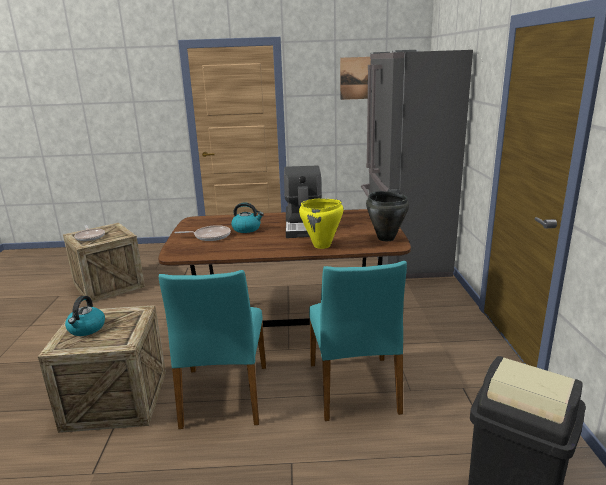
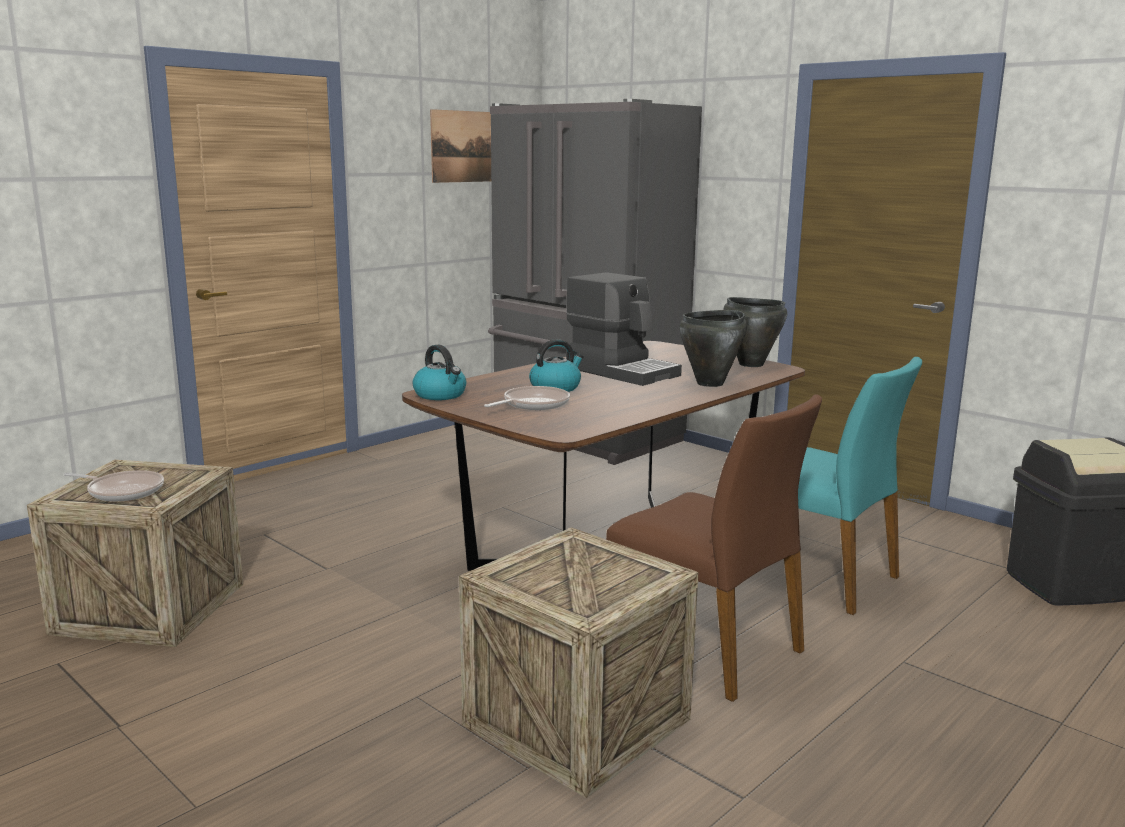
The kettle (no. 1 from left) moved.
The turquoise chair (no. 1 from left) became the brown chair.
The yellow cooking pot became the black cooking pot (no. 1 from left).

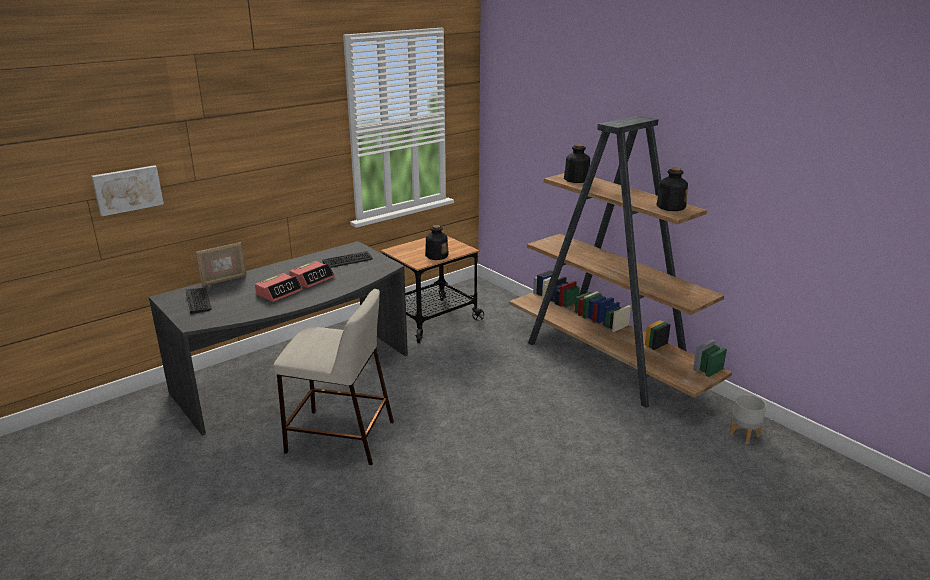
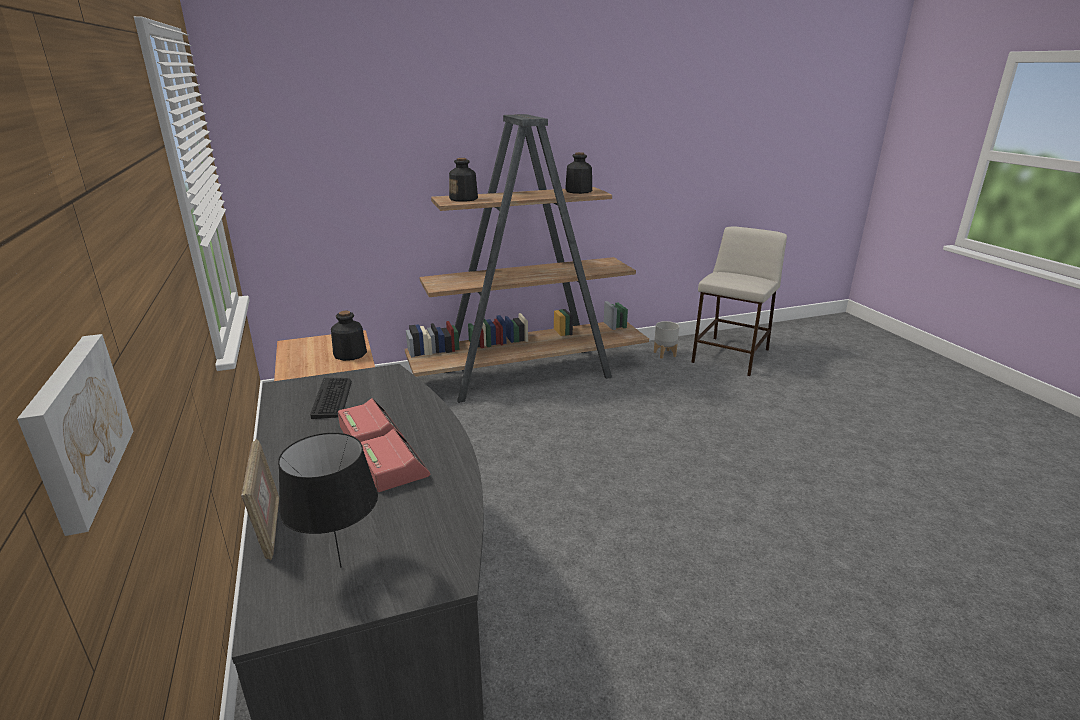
The beige stool moved.
The keyboard (no. 1 from left) was replaced by the black table lamp.

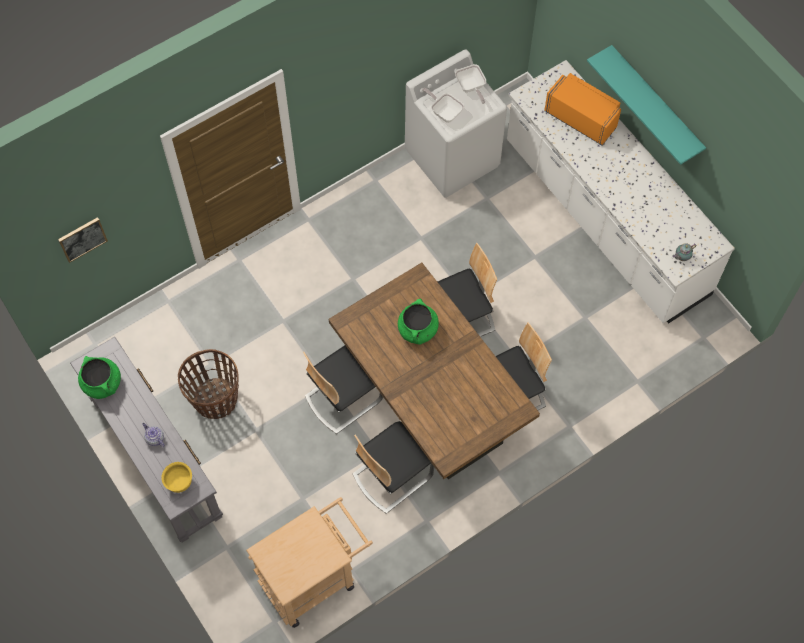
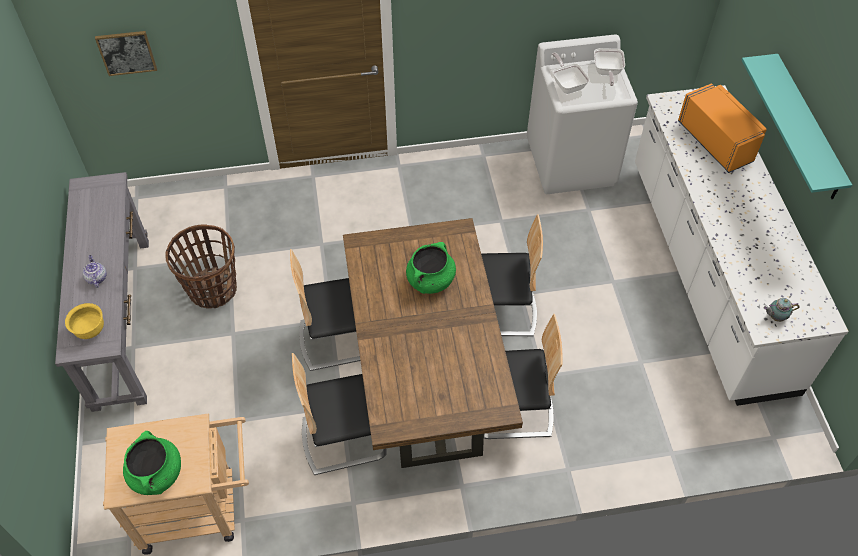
The green cooking pot (no. 1 from left) moved.

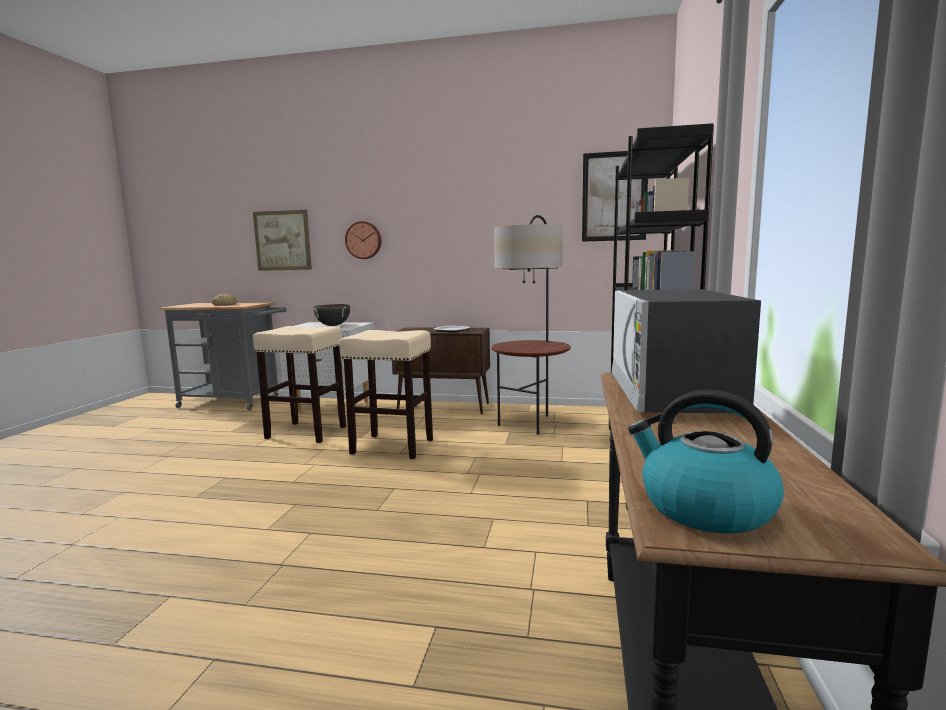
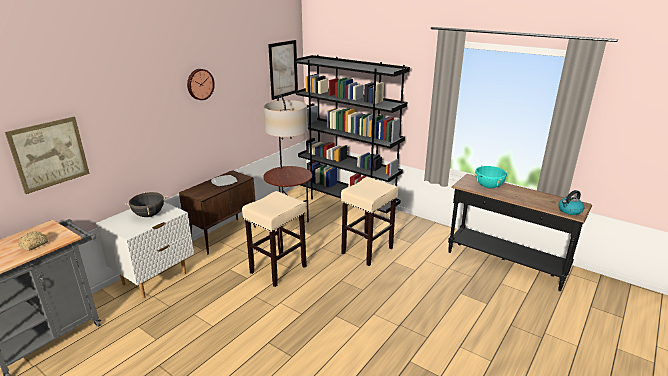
The beige stool (no. 1 from left in the first image) moved.
The wall clock moved.
The microwave was replaced by the turquoise cooking pot.

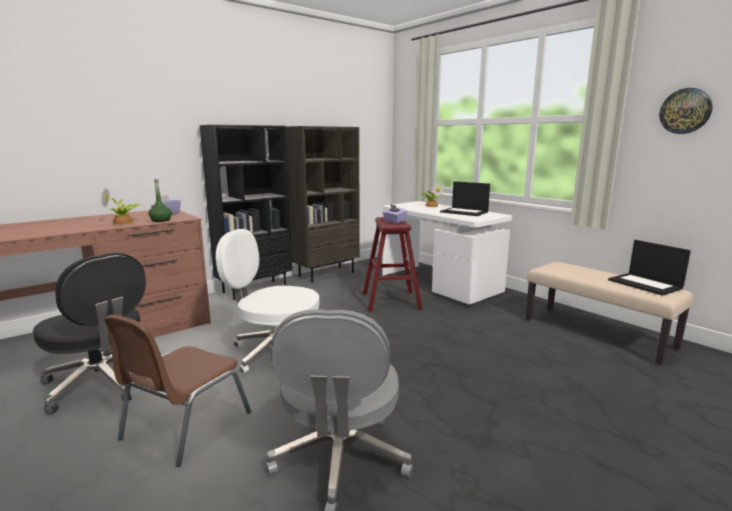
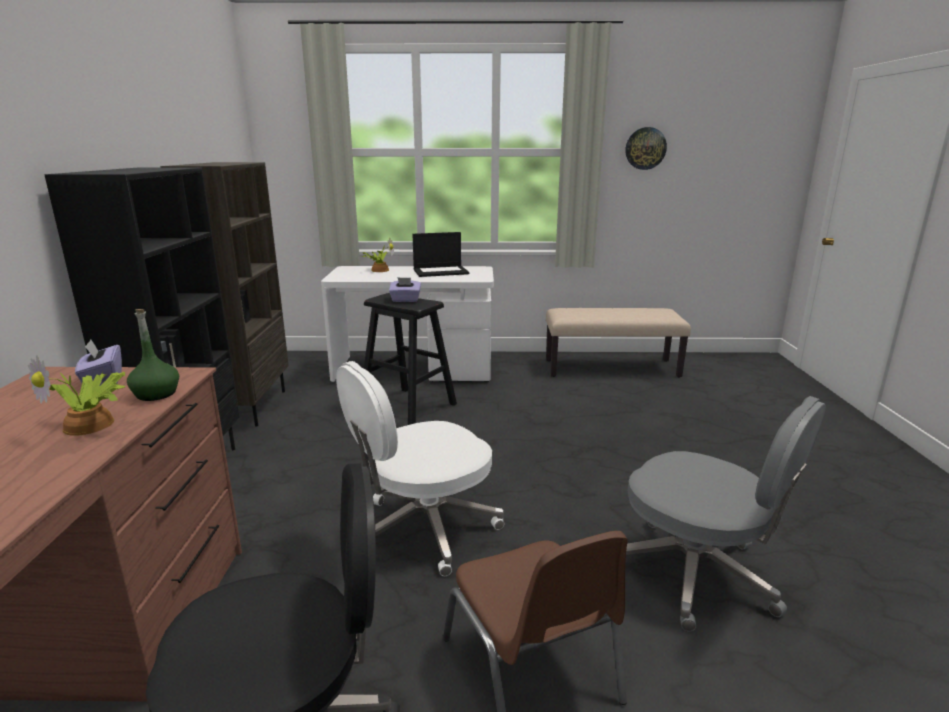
The laptop (no. 2 from left) disappeared.
The red stool became the black stool.

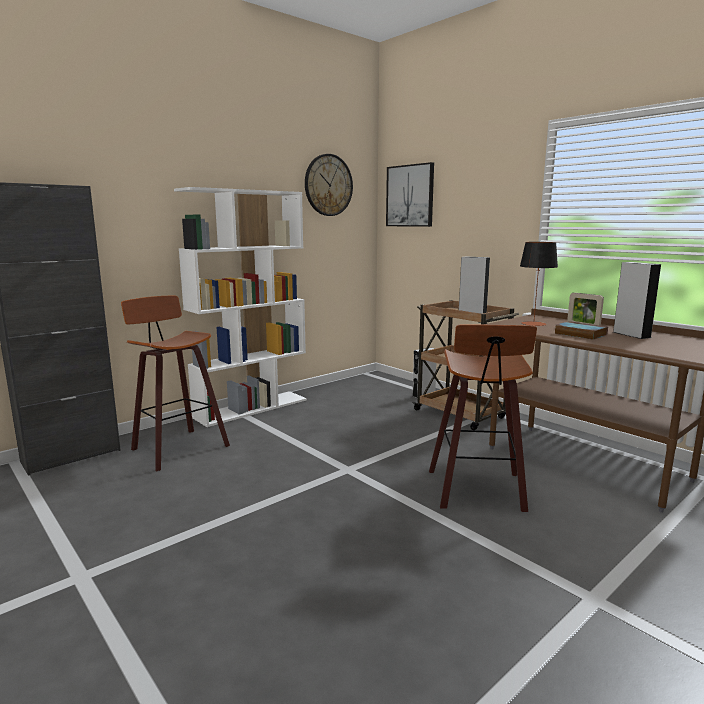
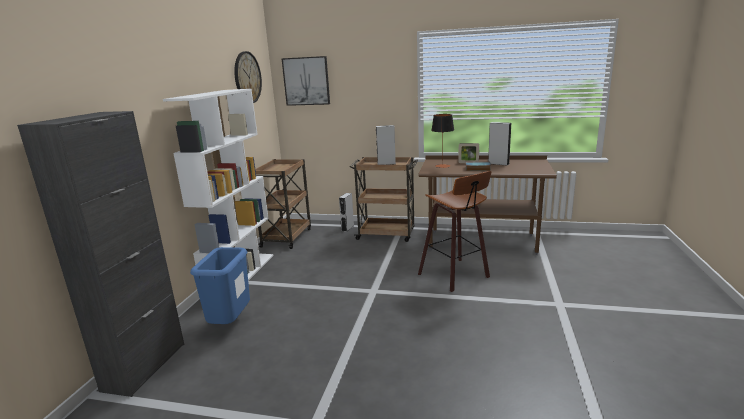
The brown cart (no. 1 from left) appeared.
The stool (no. 1 from left) was replaced by the blue trash can.

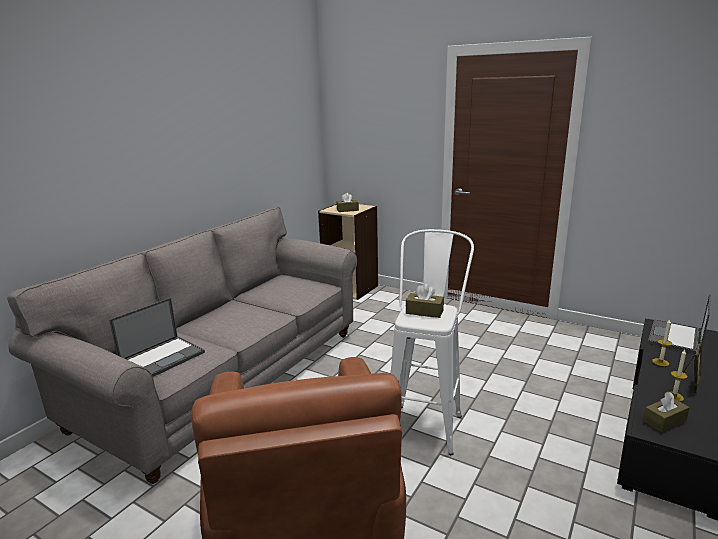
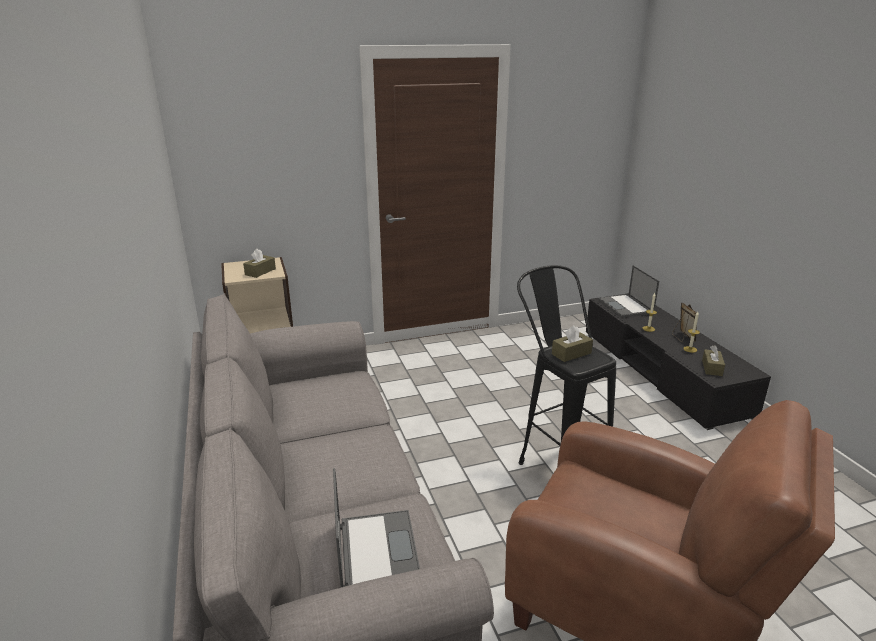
The white stool became the black stool.

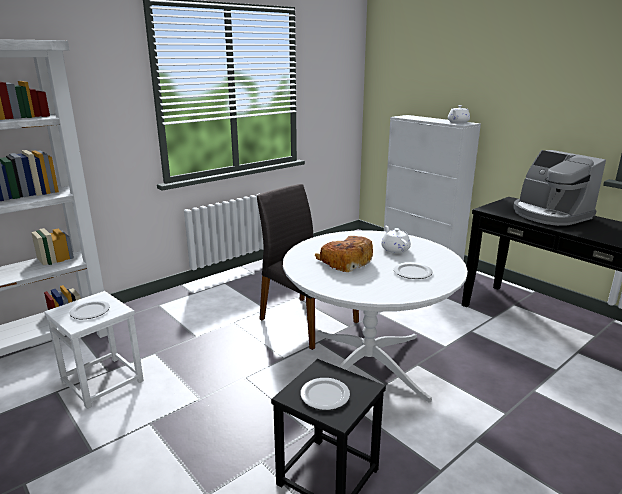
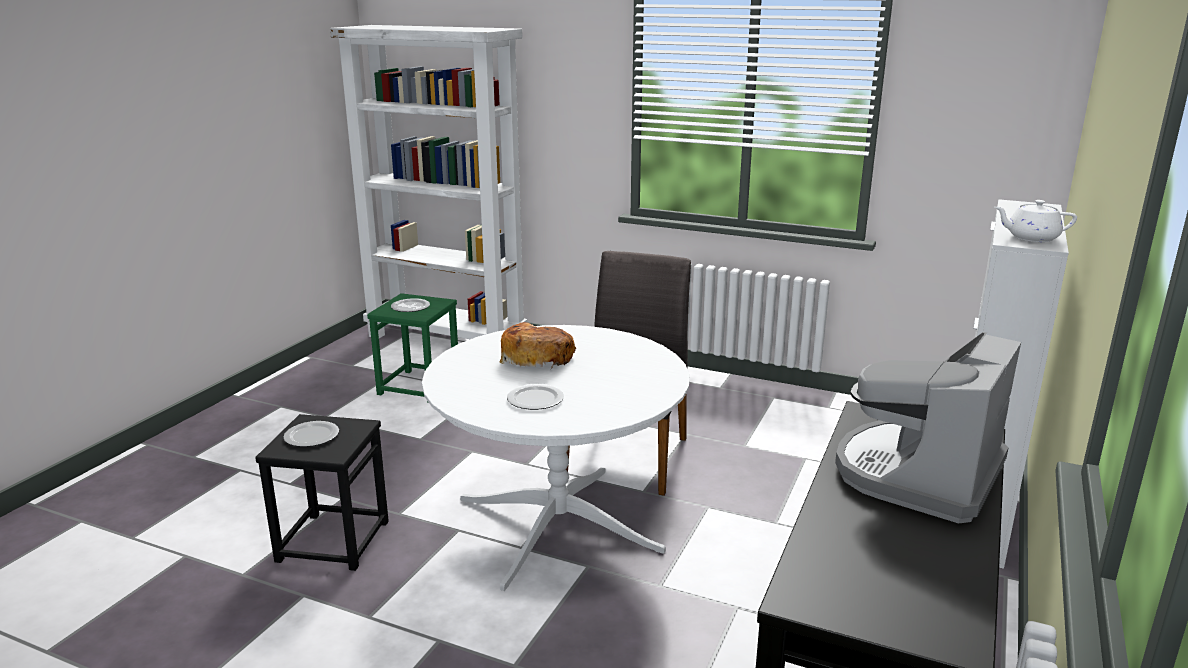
The white teapot (no. 1 from left) disappeared.
The white stool became the green stool.

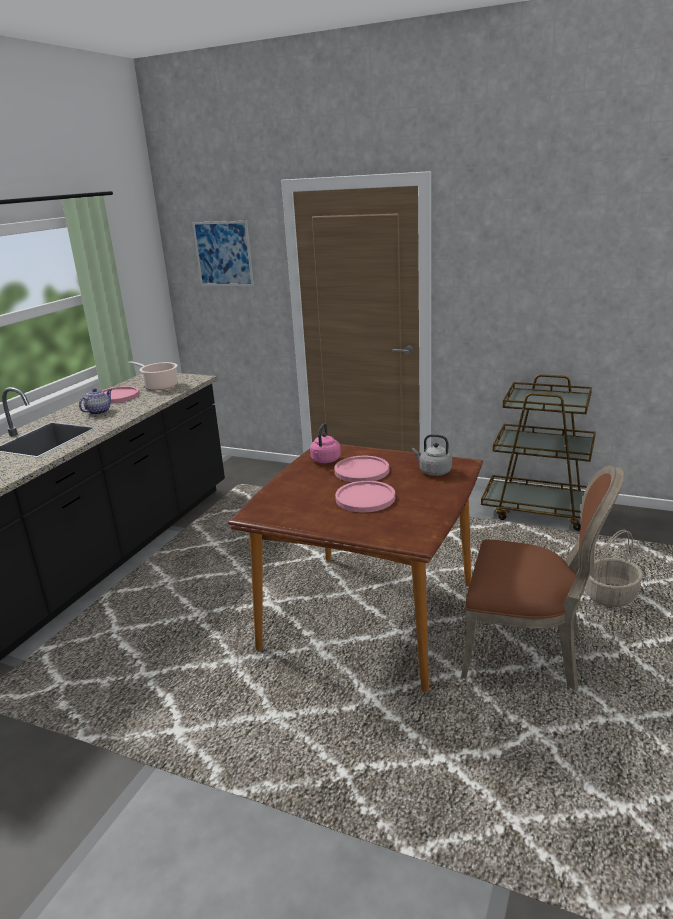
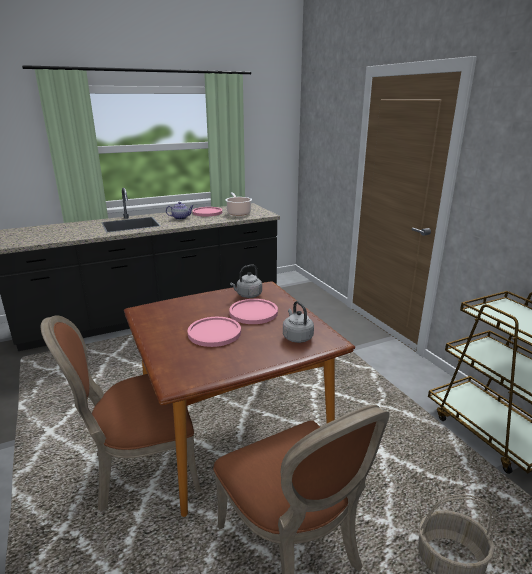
The picture disappeared.
The brown chair (no. 1 from left) appeared.
The pink kettle became the grey kettle (no. 1 from left).

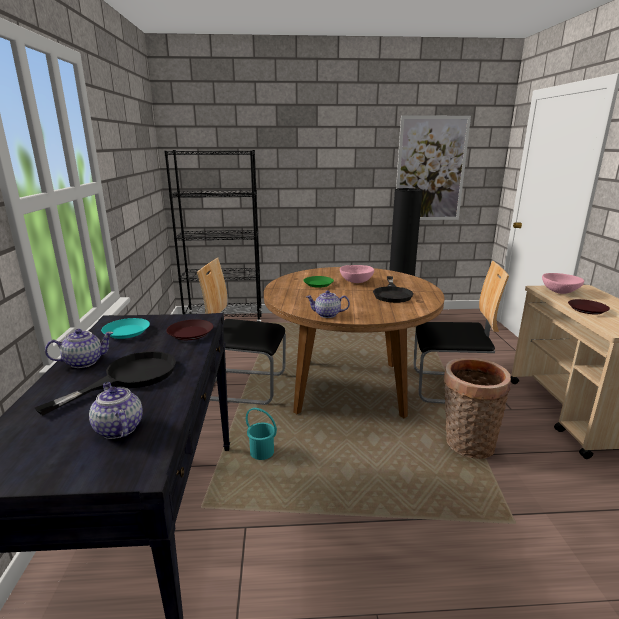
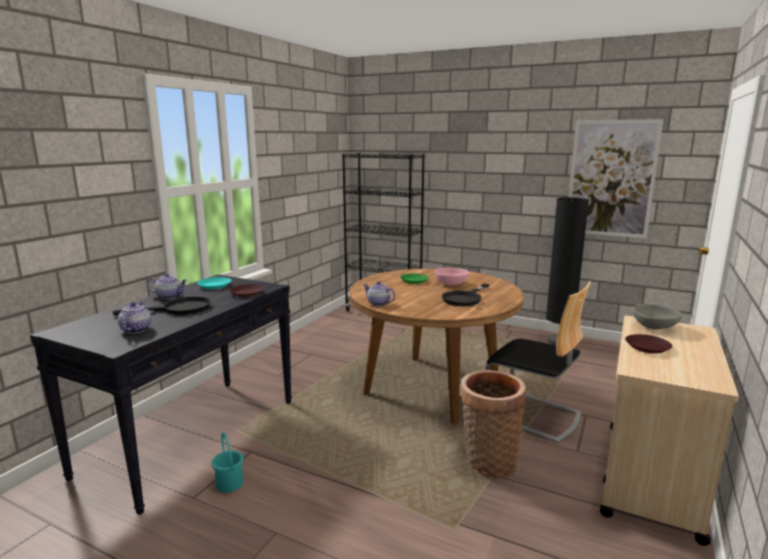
The chair (no. 1 from left) disappeared.
The turquoise bucket moved.
The pink bowl (no. 2 from left) became the grey bowl.

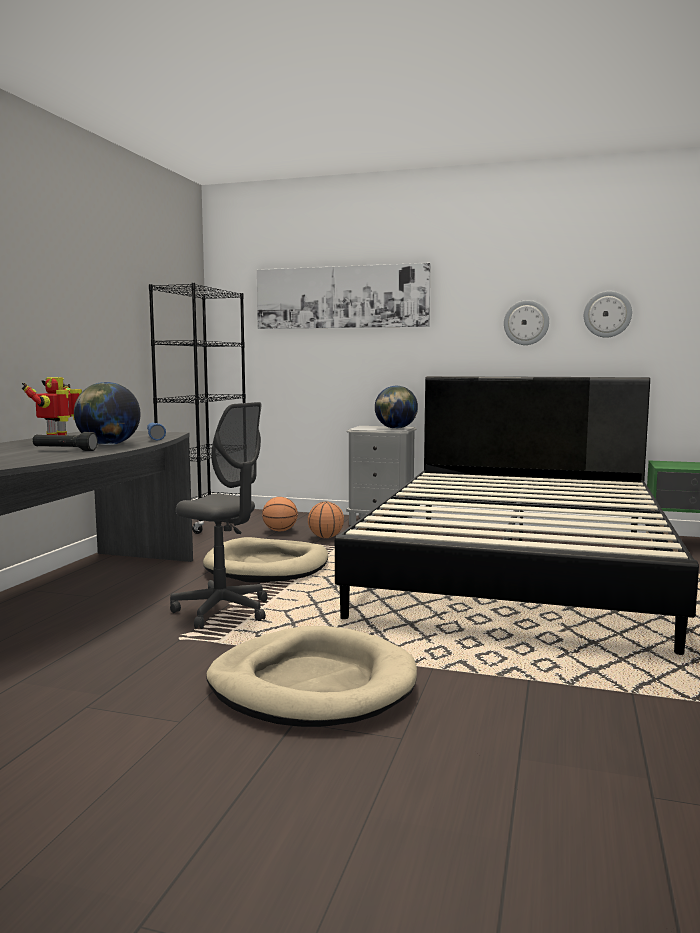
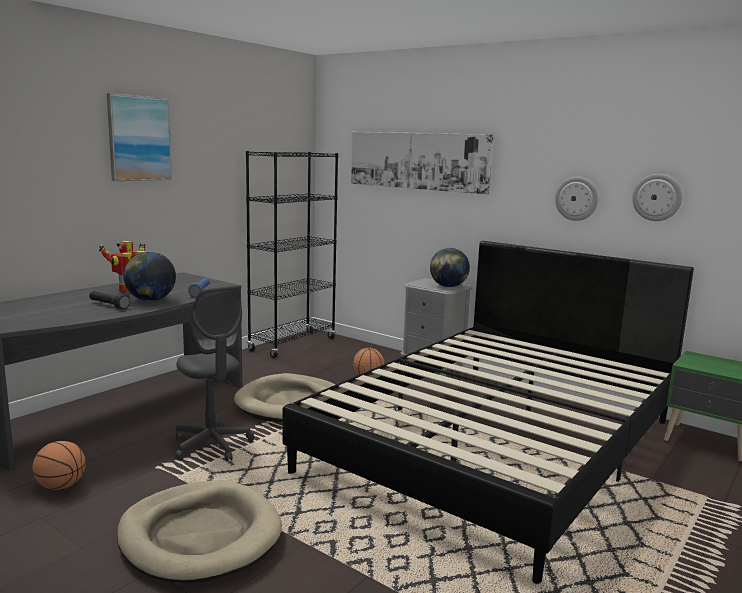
The picture (no. 1 from left) appeared.
The basketball (no. 1 from left) moved.

